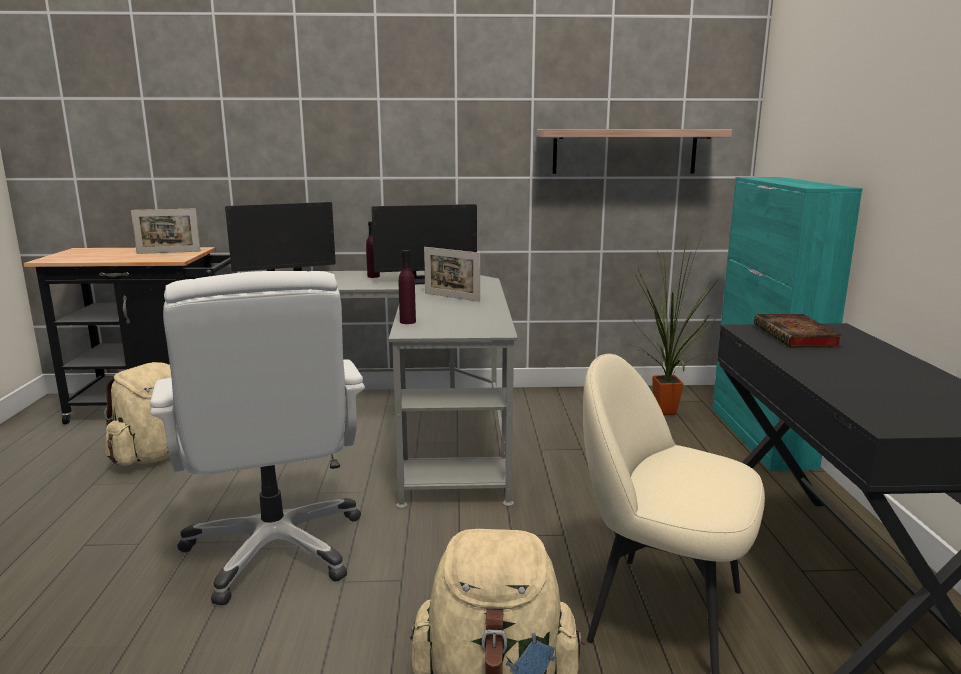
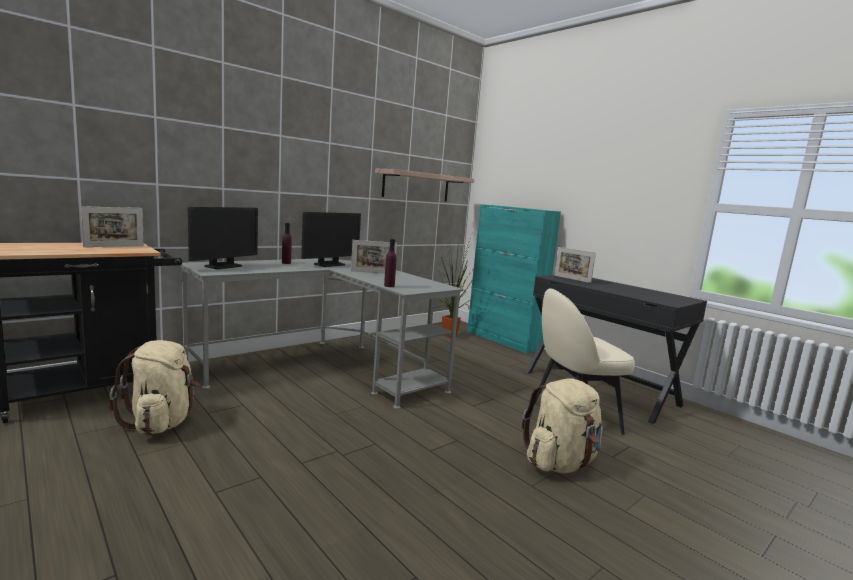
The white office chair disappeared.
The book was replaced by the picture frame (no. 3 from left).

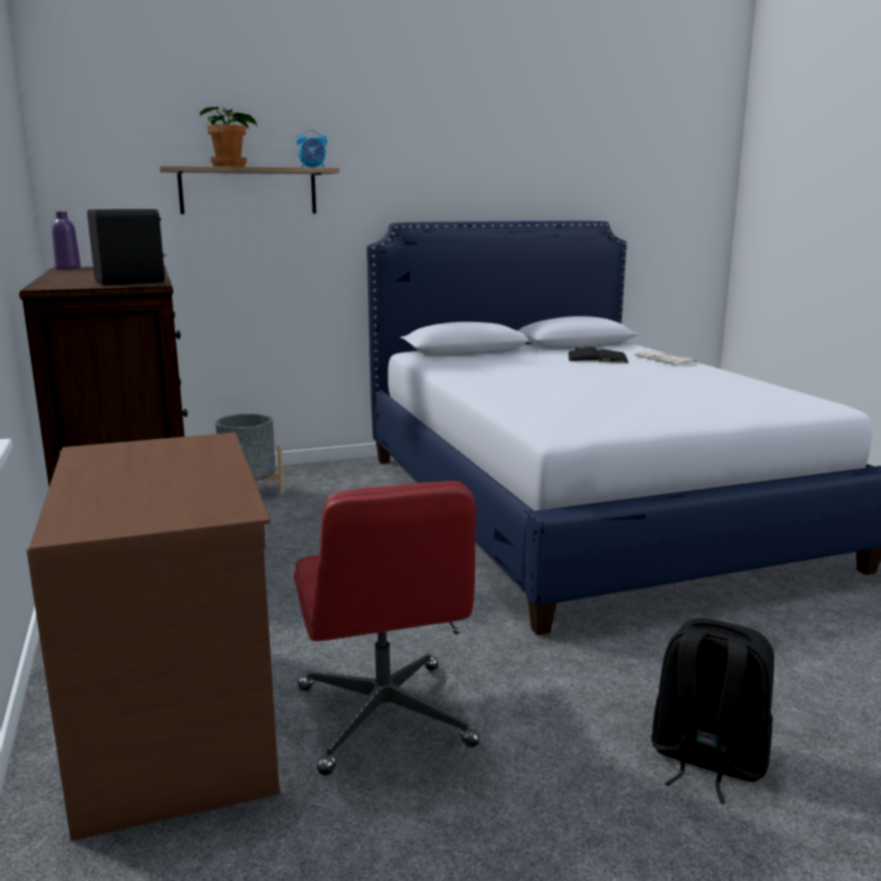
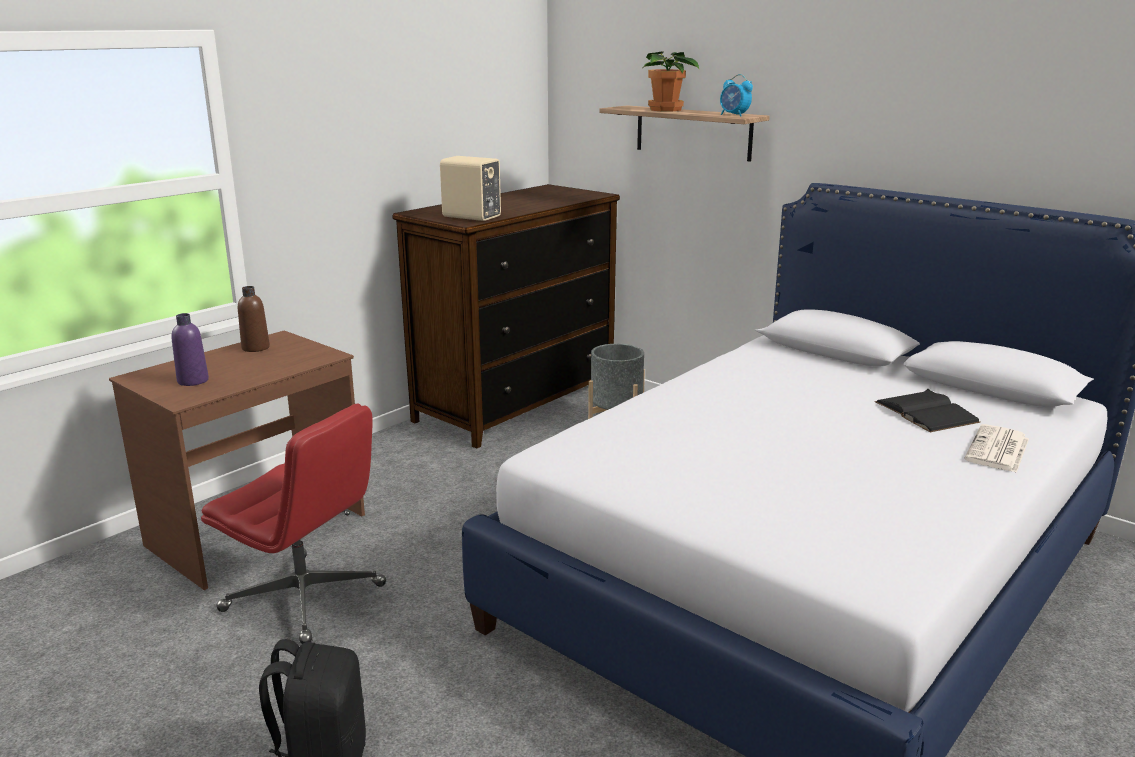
The brown bottle appeared.
The purple bottle moved.
The black speaker became the beige speaker.
The red office chair turned 105 degrees counterclockwise.

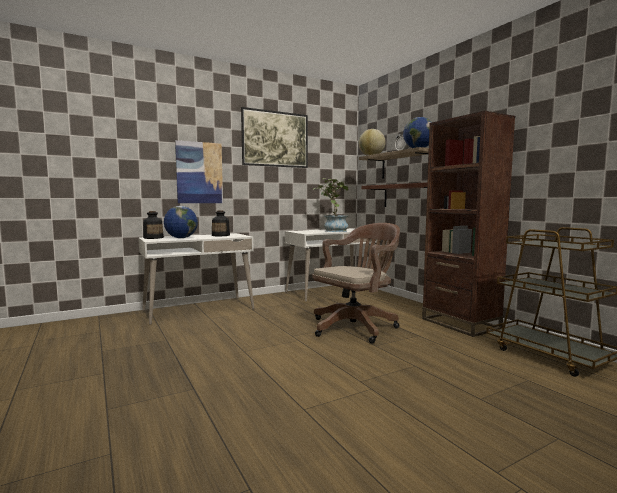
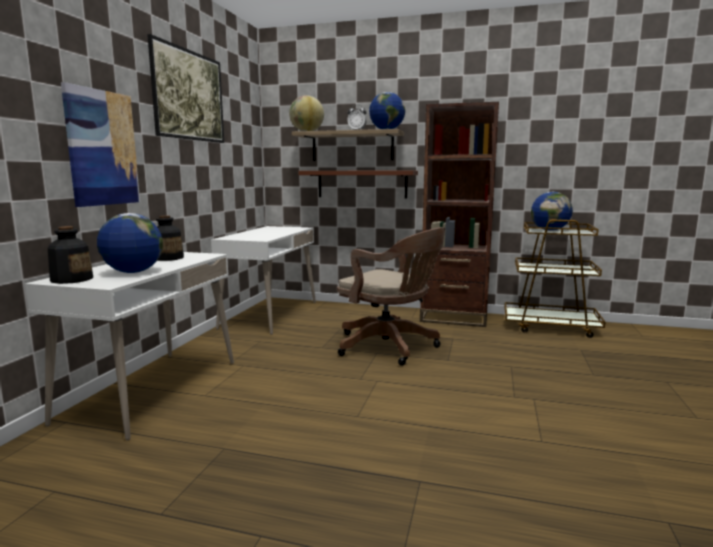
The potted plant disappeared.
The globe (no. 4 from left) appeared.
The brown office chair turned 120 degrees clockwise.

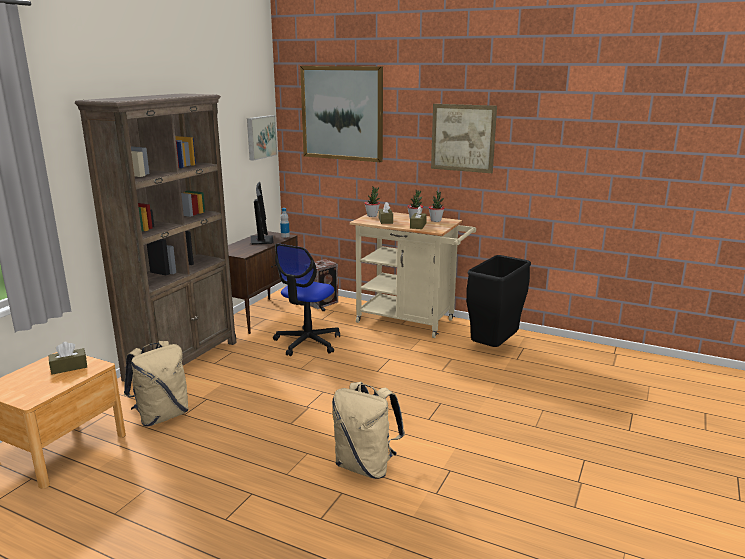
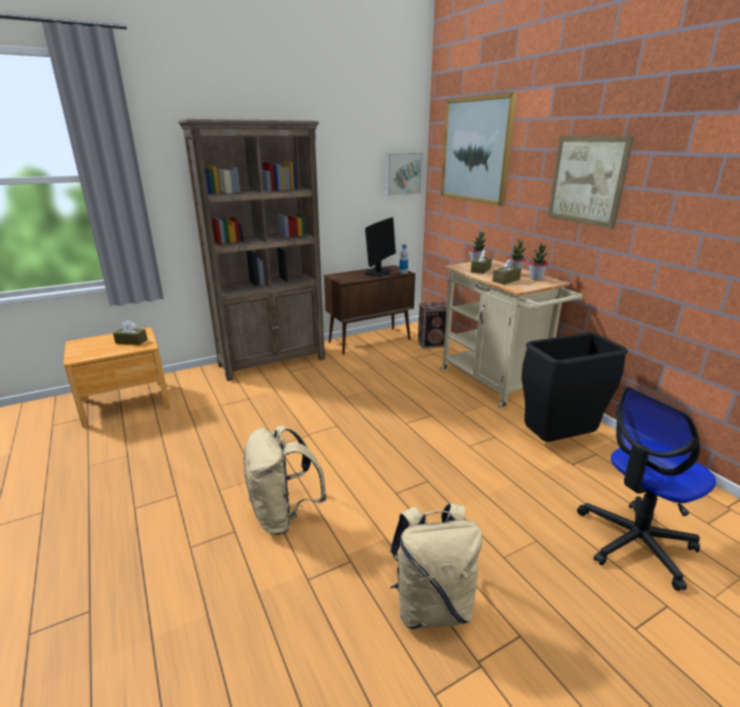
The beige backpack (no. 1 from left in the first image) moved.
The office chair moved.

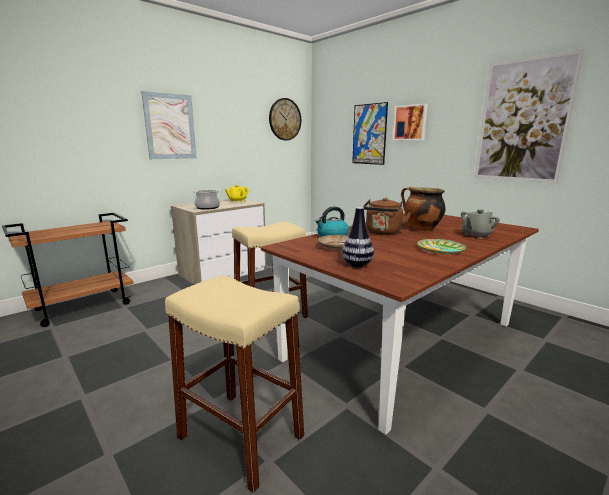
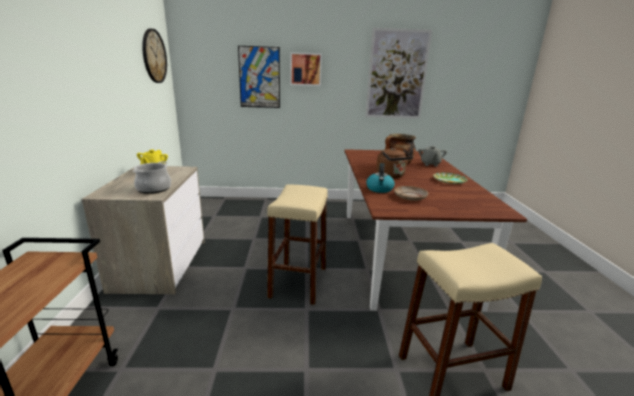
The picture (no. 1 from left) disappeared.
The vase disappeared.

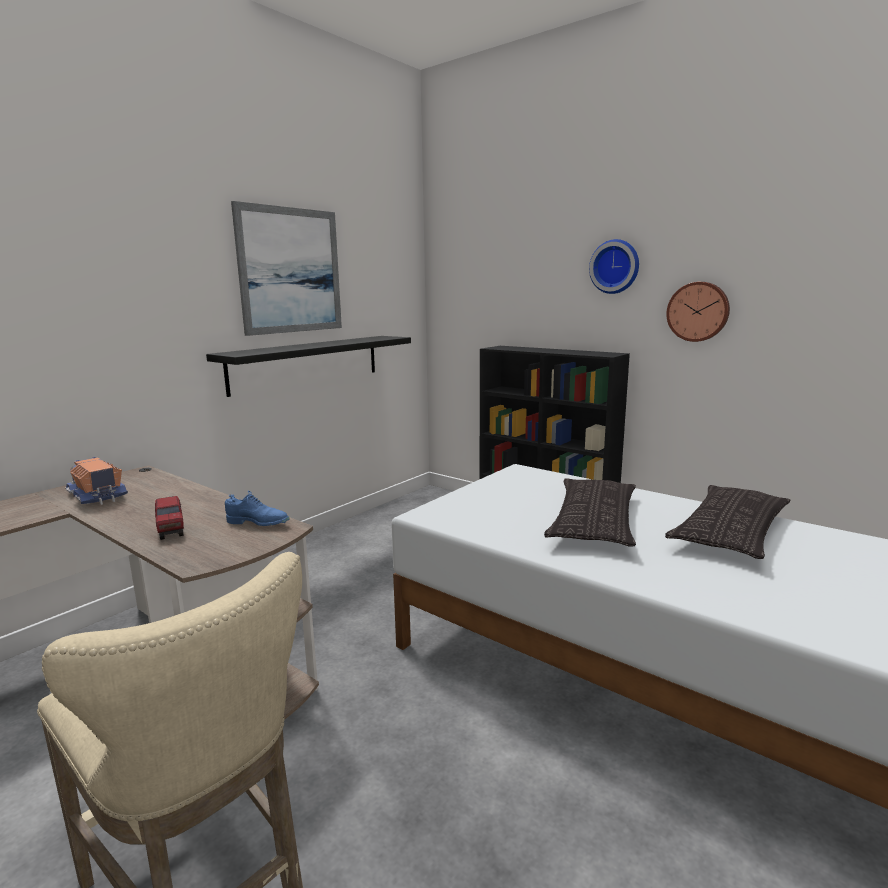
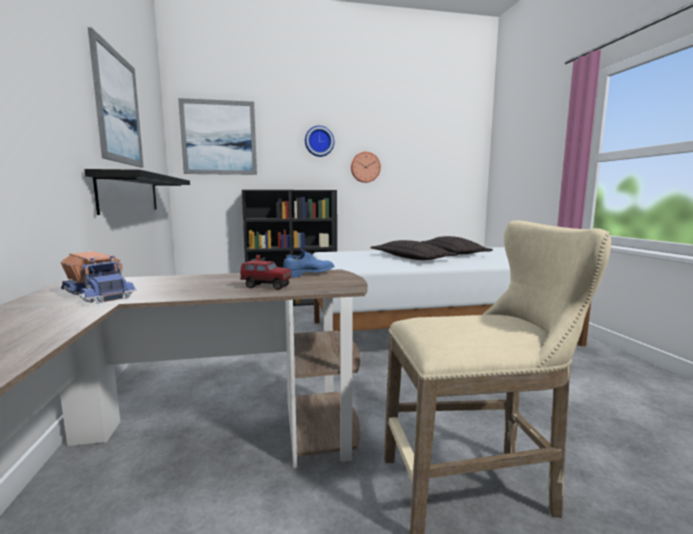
The picture (no. 2 from left) appeared.
The toy truck (no. 1 from left) turned 135 degrees counterclockwise.

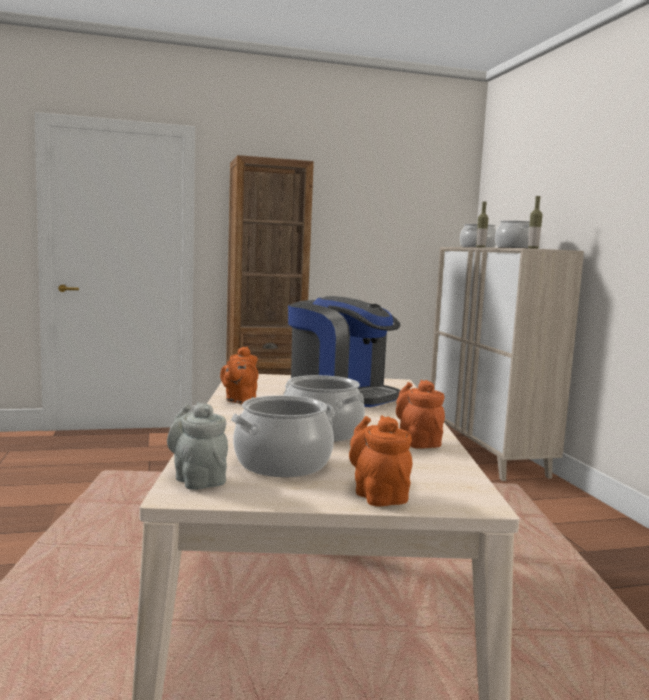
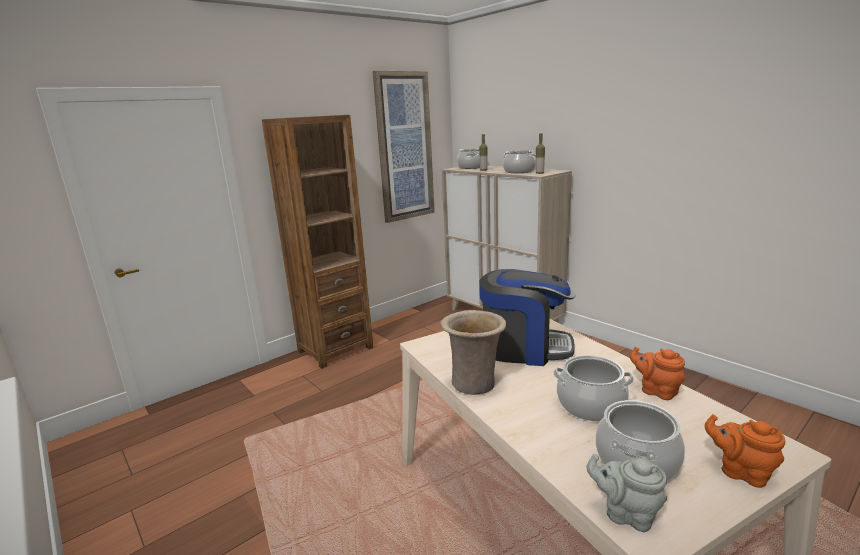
The picture appeared.
The orange teapot (no. 1 from left) was replaced by the beige vase.

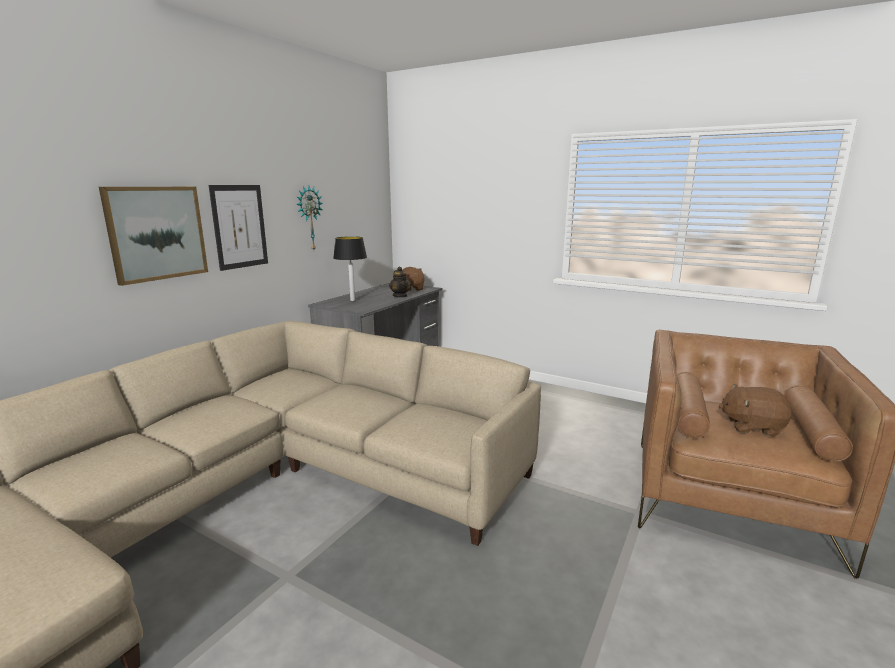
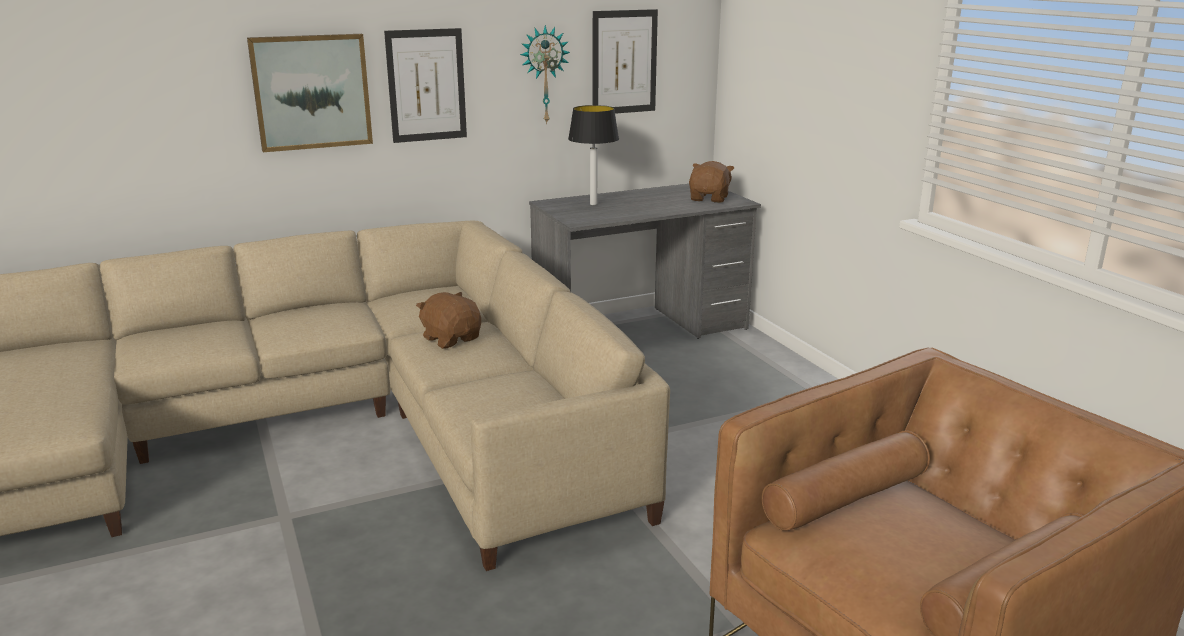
The teapot disappeared.
The picture (no. 3 from left) appeared.
The brown plush toy (no. 2 from left in the first image) moved.

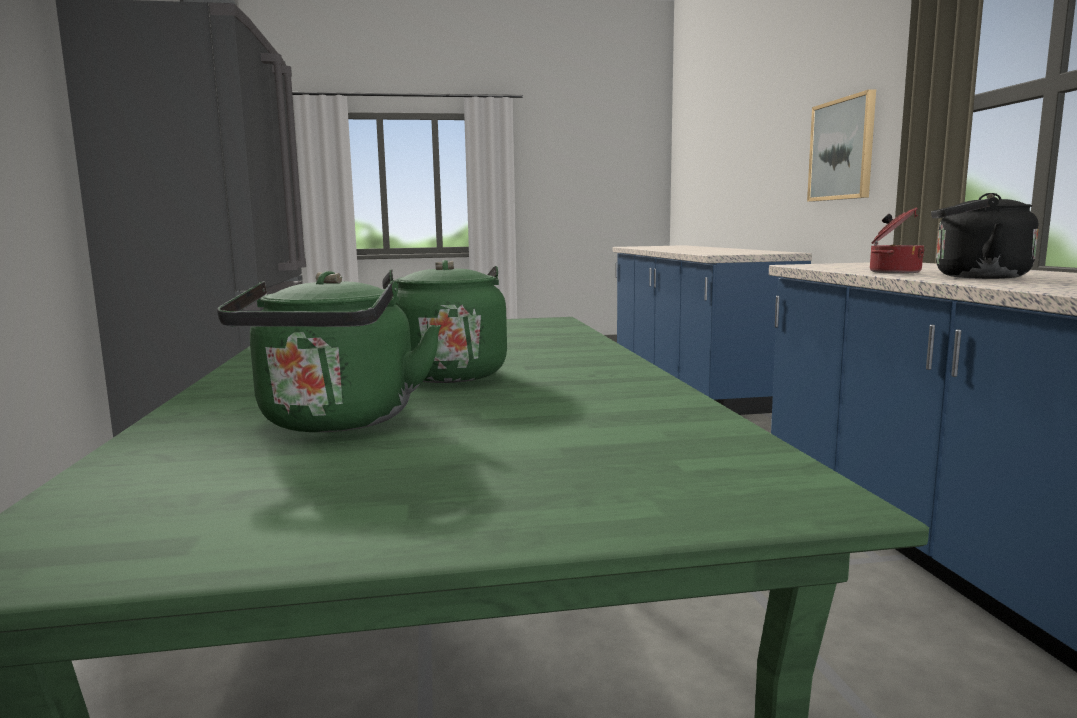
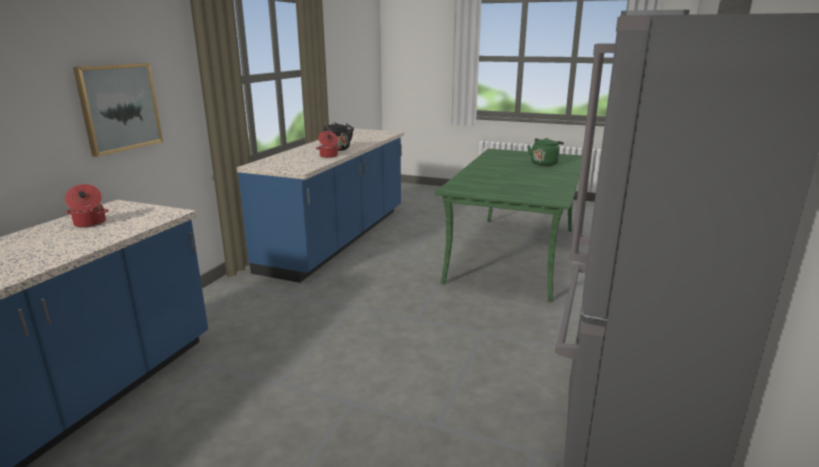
The green kettle (no. 2 from left) disappeared.
The cooking pot (no. 1 from left) appeared.

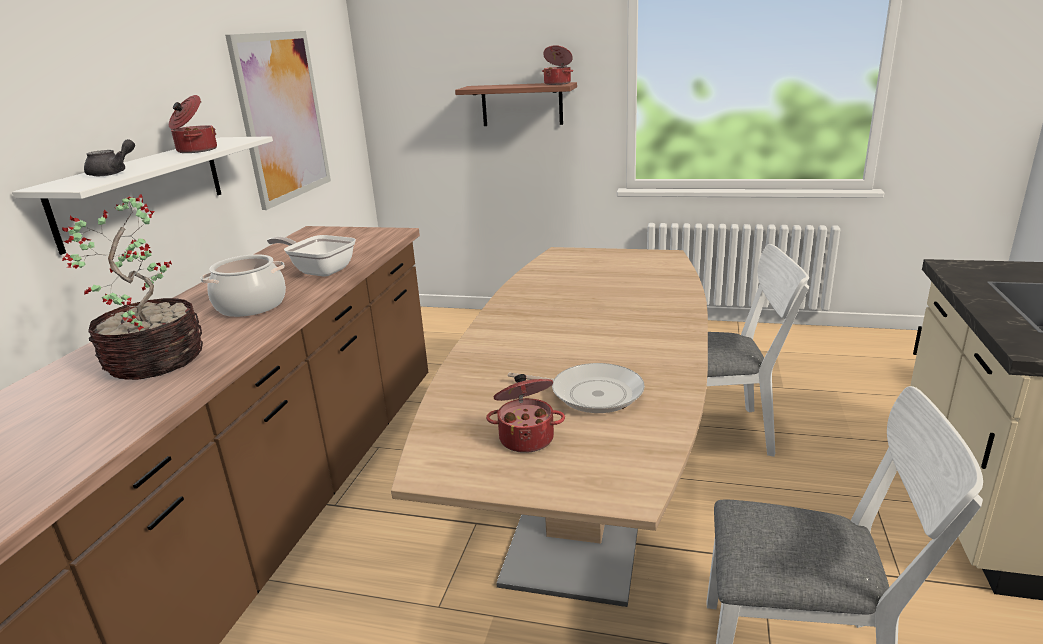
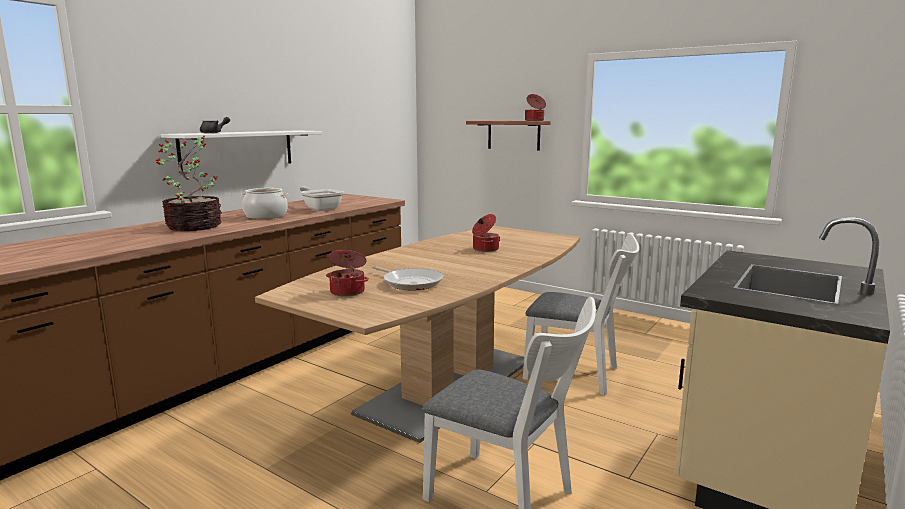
The picture disappeared.
The cooking pot (no. 1 from left in the first image) moved.

